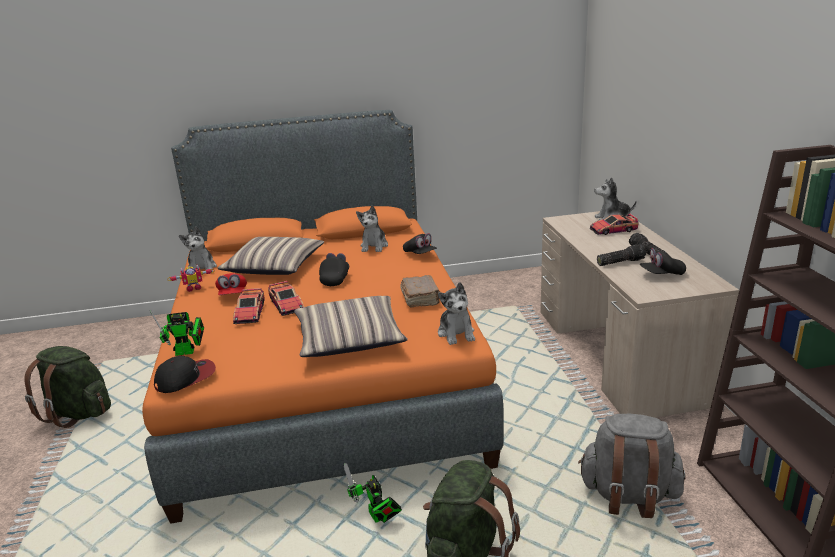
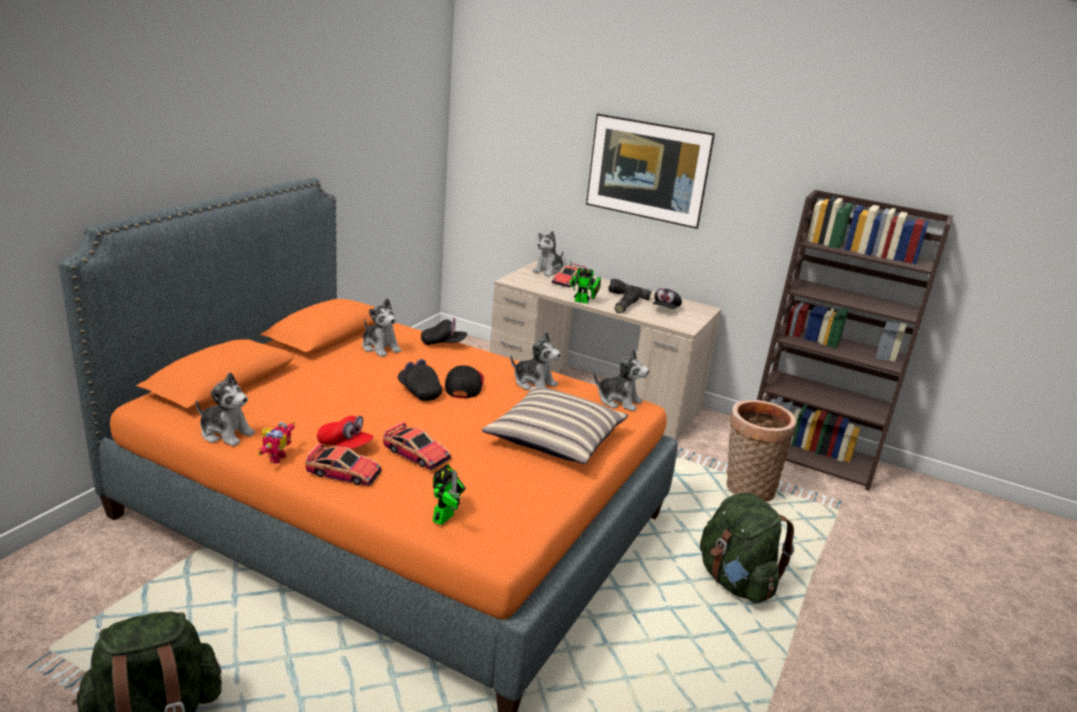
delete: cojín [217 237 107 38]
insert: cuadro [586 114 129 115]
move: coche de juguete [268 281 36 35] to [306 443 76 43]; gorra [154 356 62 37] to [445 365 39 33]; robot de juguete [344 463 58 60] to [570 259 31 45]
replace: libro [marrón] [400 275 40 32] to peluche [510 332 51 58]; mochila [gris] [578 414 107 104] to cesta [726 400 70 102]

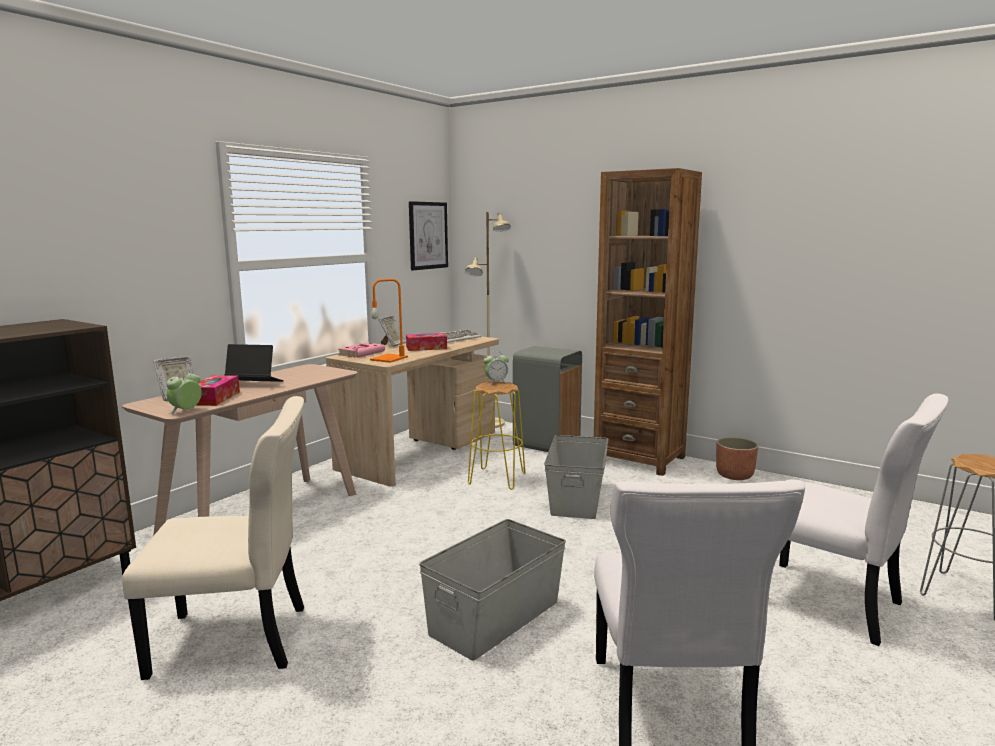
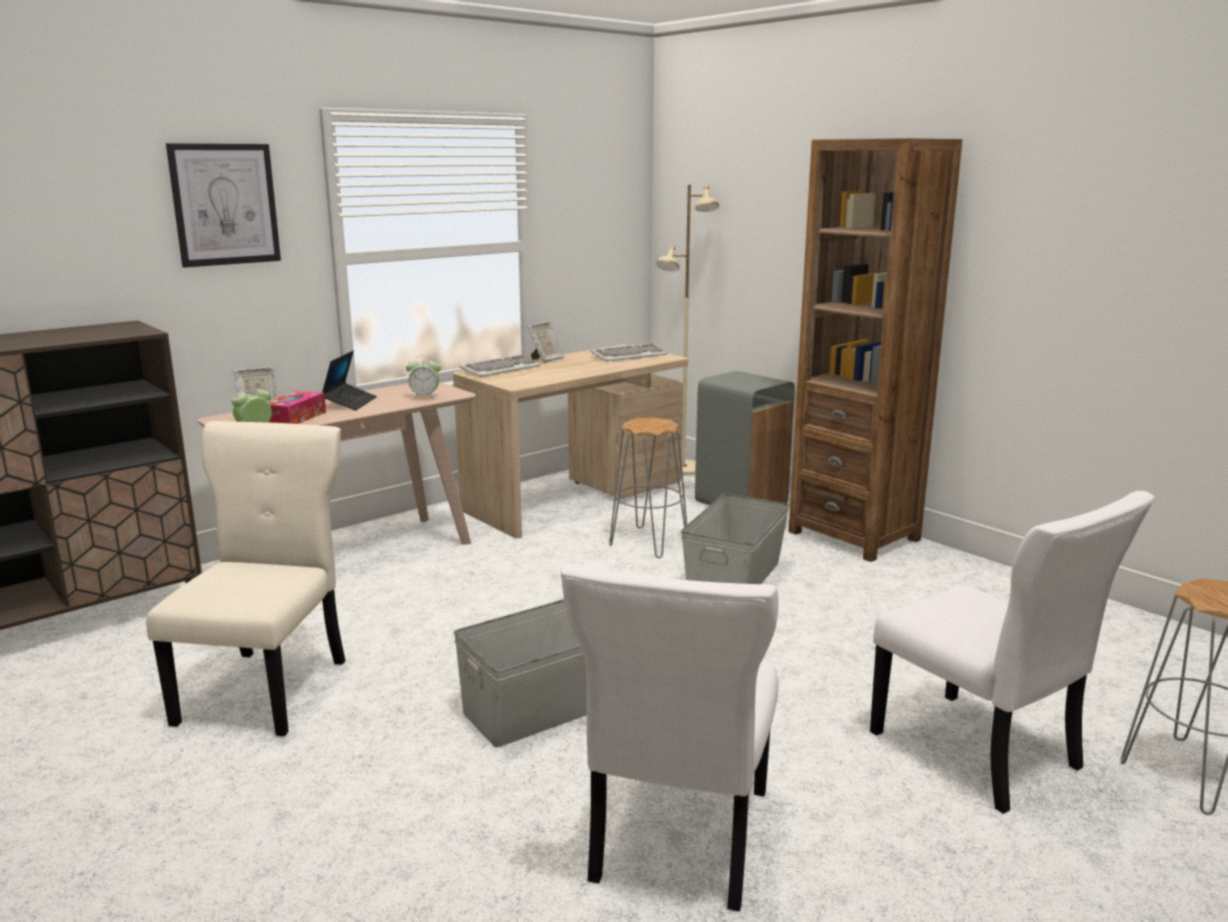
delete: lámpara de mesa [naranja] [370 279 38 84]; caja de pañuelos [406 333 41 18]; maceta [716 437 42 43]
move: cuadro [409 201 39 69] to [166 143 115 124]; despertador [484 351 25 34] to [406 355 35 45]
replace: libro [rosa] [338 342 47 16] to teclado [459 355 81 22]
recolor: taburete [amarillo] [468 381 57 109] to taburete [gris] [609 417 78 141]
rotate: portátil [225 344 59 38] = [322 351 55 59] 75 degrees clockwise; silla [beis] [122 396 182 284] = [146 421 199 315] 90 degrees counterclockwise

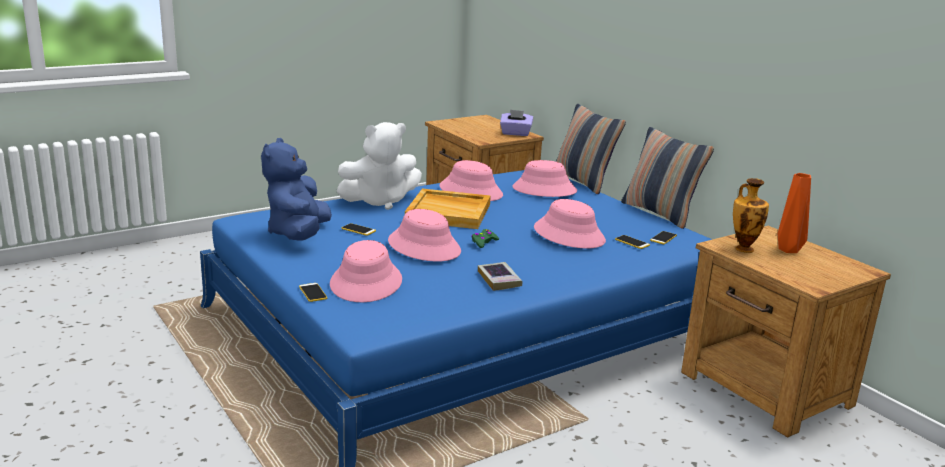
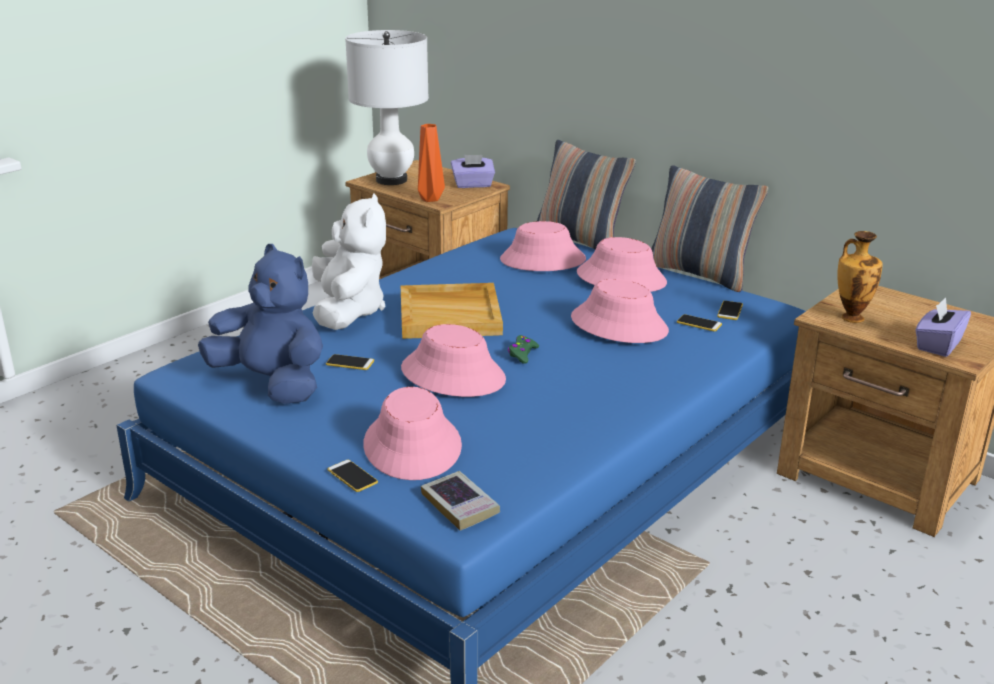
insert: lámpara de mesa [blanco] [345 30 84 155]; caja de pañuelos [morado] [915 297 56 60]
move: sombrero [rosa] [439 160 64 41] to [577 237 90 55]; florero [naranja] [778 173 33 80] to [418 124 27 78]; libro [478 262 44 29] to [421 471 79 59]
rotate: peluche [blanco] [336 122 86 88] = [312 193 74 137] 60 degrees counterclockwise; peluche [azul] [261 138 71 103] = [198 244 125 160] 135 degrees clockwise

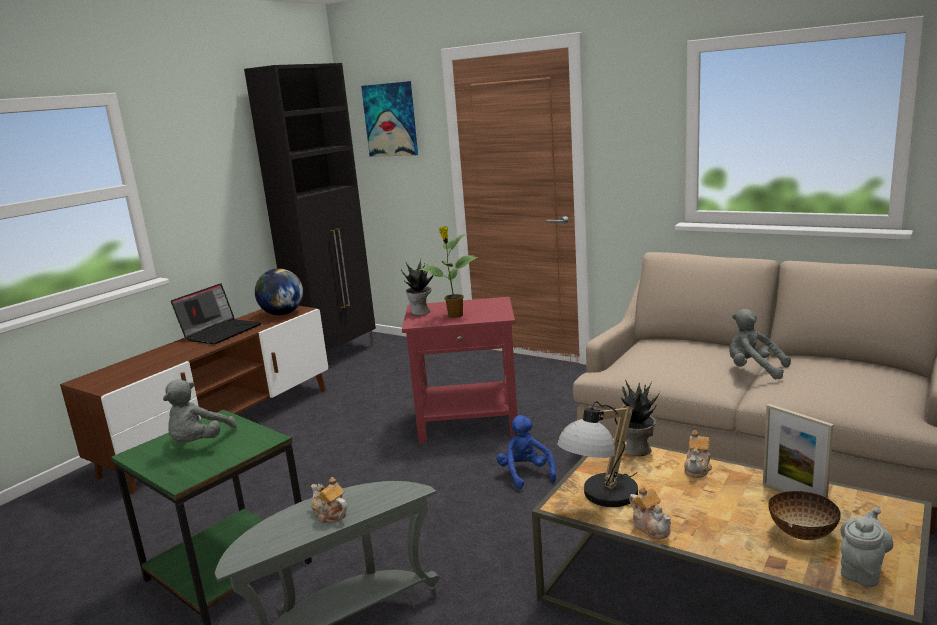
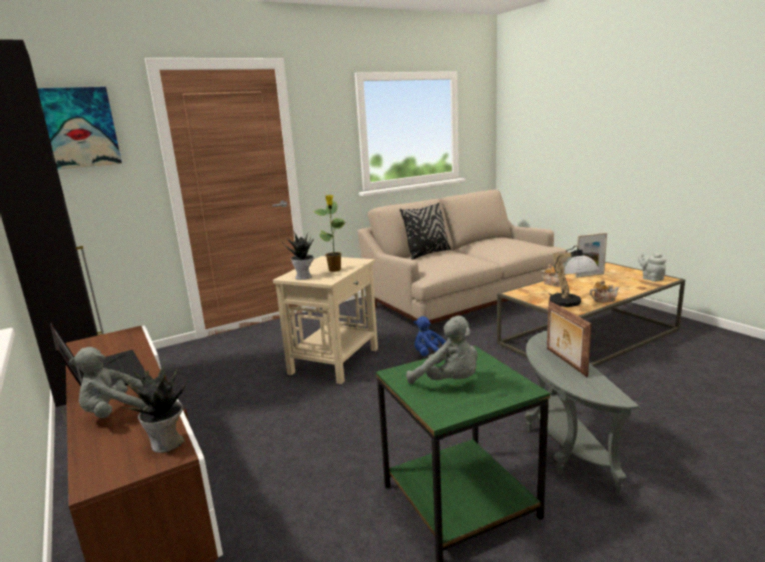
delete: globo terráqueo [255 268 48 47]; cuenco [769 491 72 49]
insert: cojín [negro] [400 203 51 57]
move: peluche [gris] [729 309 62 70] to [69 347 78 71]; planta en maceta [605 380 55 76] to [126 361 62 92]
replace: tetera [311 477 36 46] to portarretratos [547 301 45 76]
recolor: mesa auxiliar [rojo] [402 297 115 147] to mesa auxiliar [beis] [273 256 105 128]

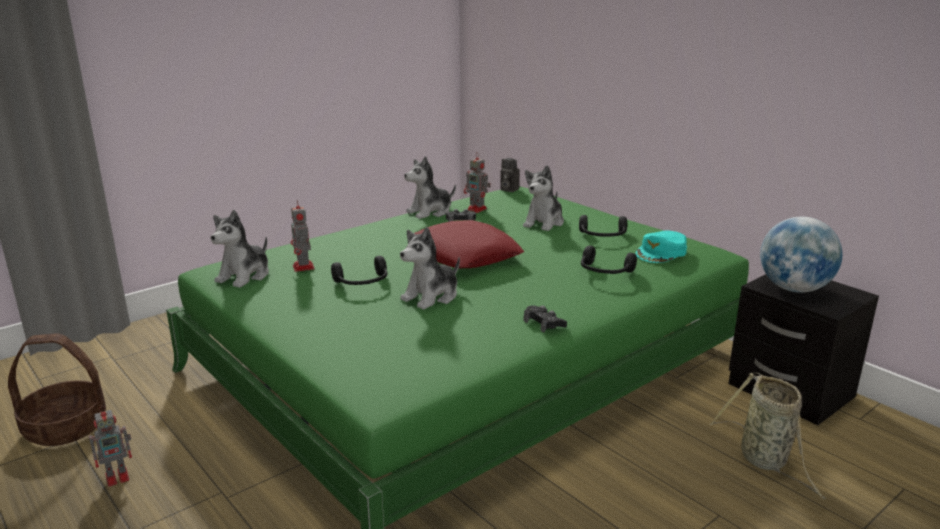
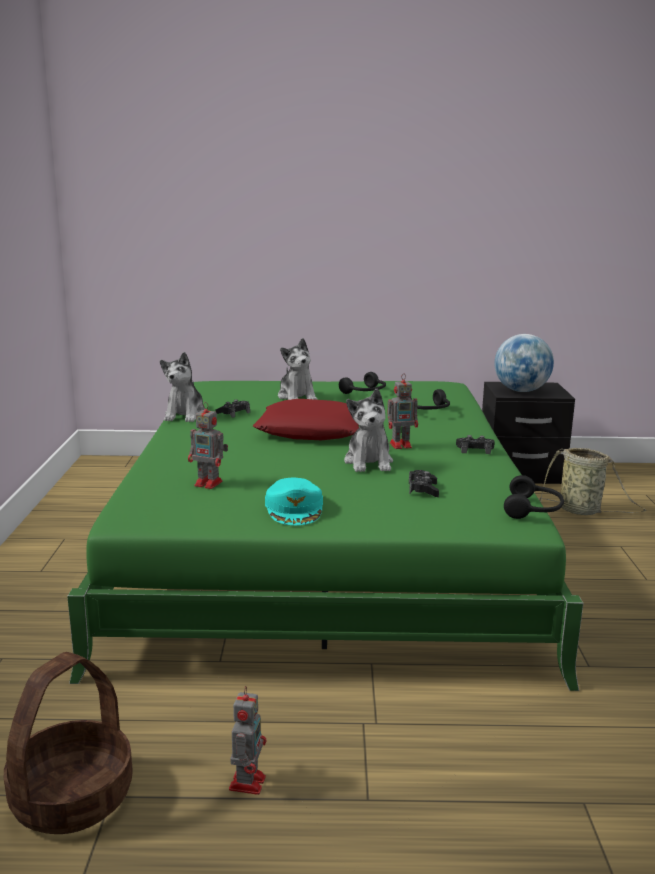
delete: cámara [500 158 20 34]; peluche [211 210 58 78]
insert: mando de consola [negro] [409 470 30 27]
move: robot de juguete [464 152 27 61] to [387 373 31 76]; gorra [turquesa] [636 231 51 32] to [265 478 58 48]; auriculares [negro] [331 256 56 29] to [504 475 60 44]

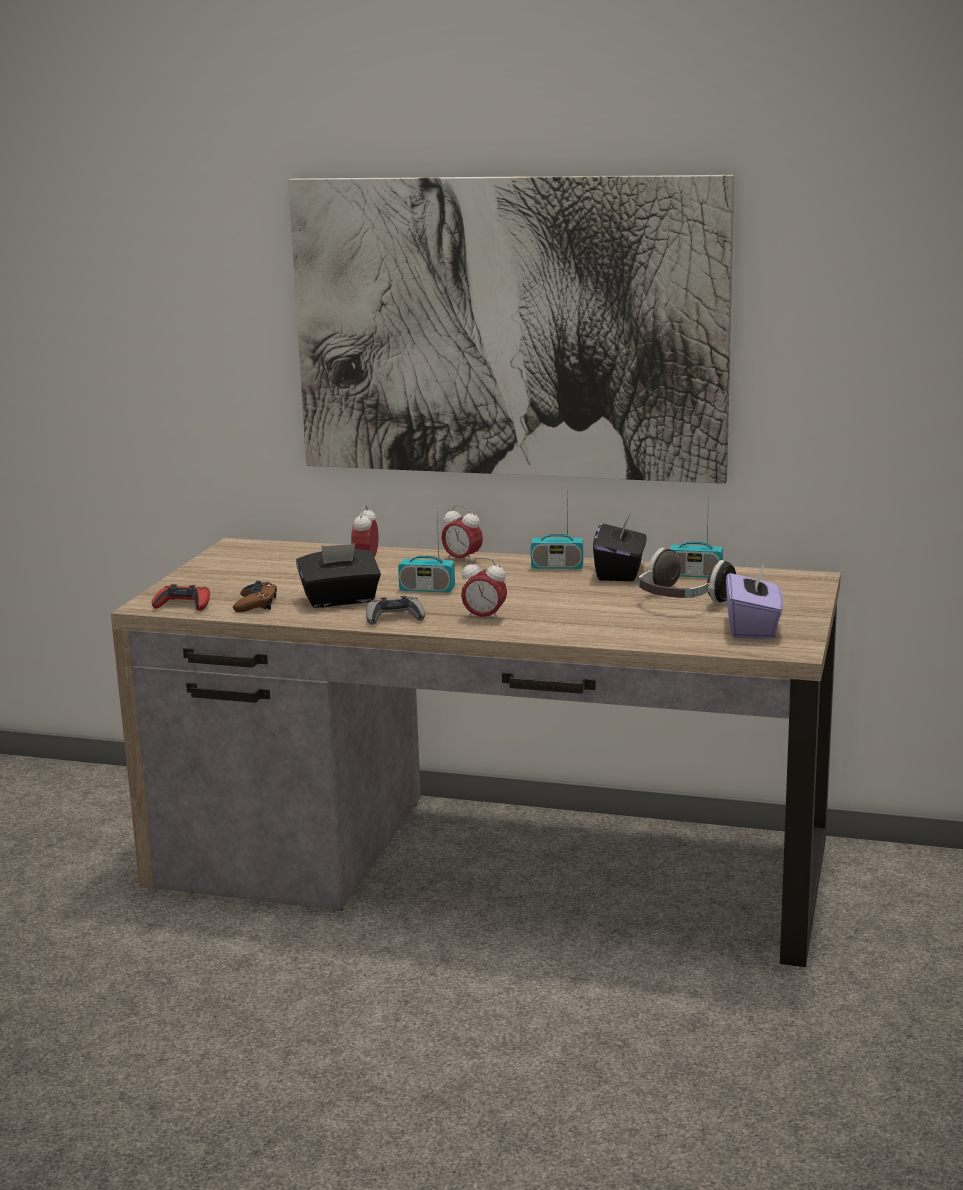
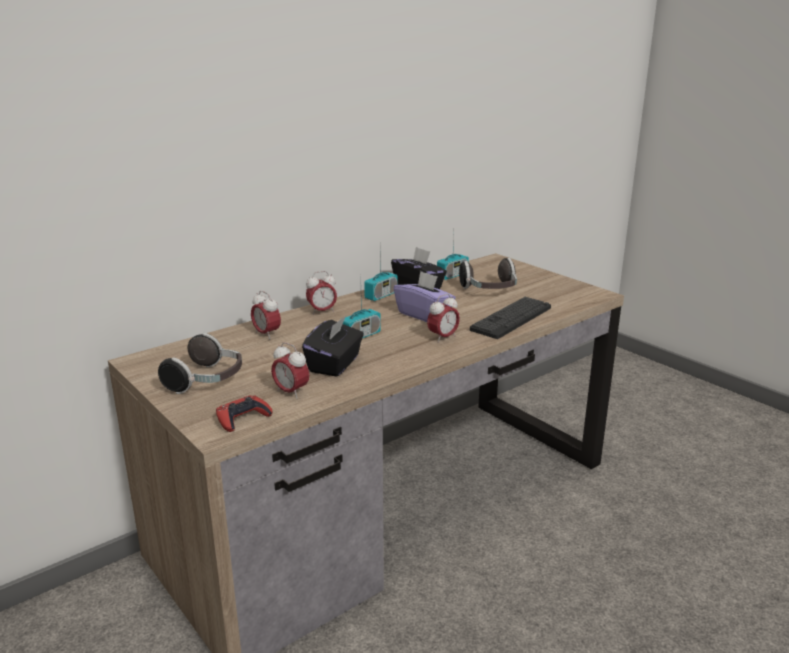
delete: cuadro [288 175 446 309]; mando de consola [gris] [366 596 59 29]
insert: teclado [470 297 81 42]; auriculares [158 333 84 61]
move: caja de pañuelos [morado] [726 563 57 76] to [394 271 62 51]
replace: mando de consola [marrón] [233 581 44 31] to despertador [271 342 38 57]

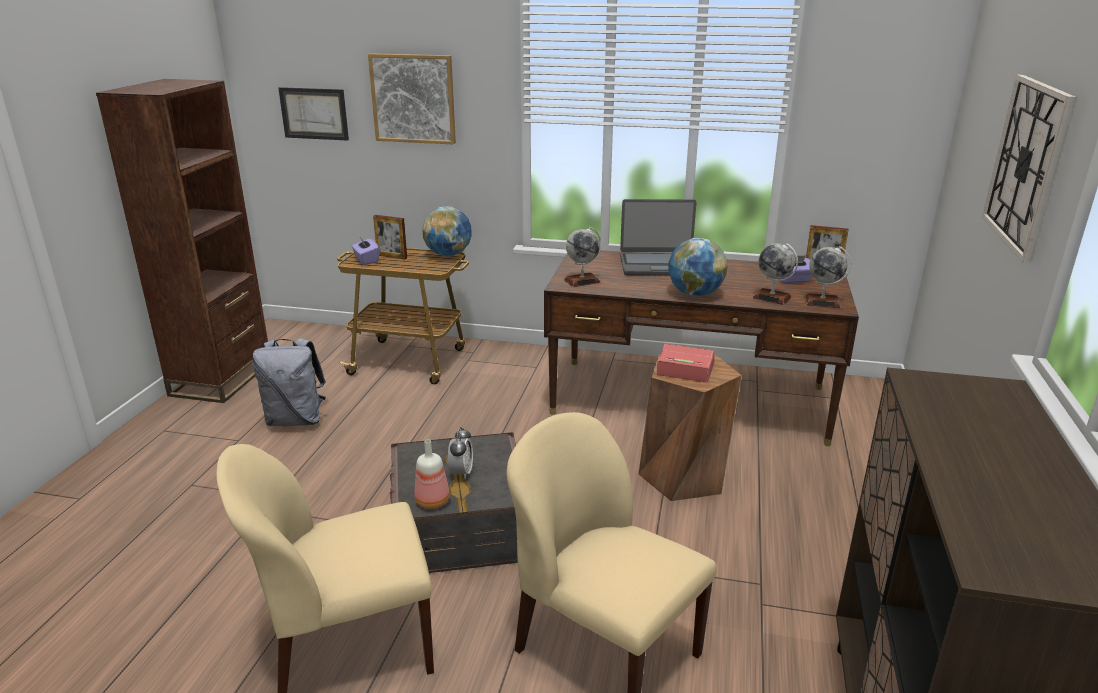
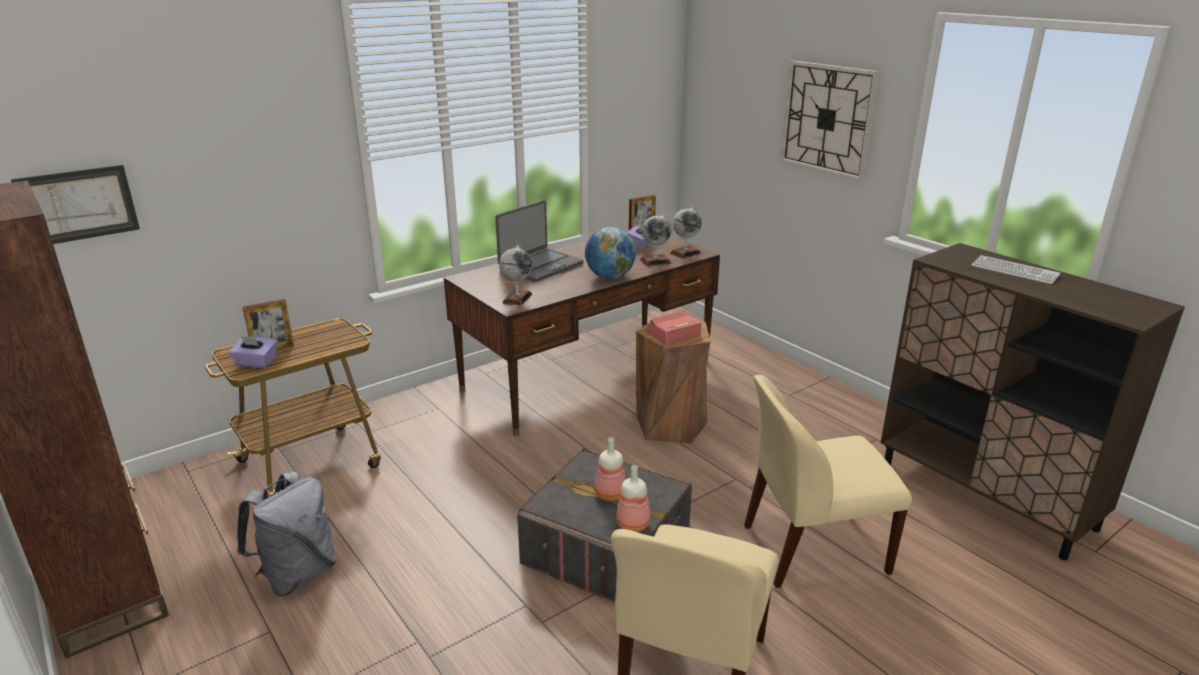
delete: cuadro [368 53 88 92]; globo terráqueo [422 206 50 50]
insert: teclado [971 255 90 29]
replace: despertador [448 427 25 52] to botella [594 437 32 64]

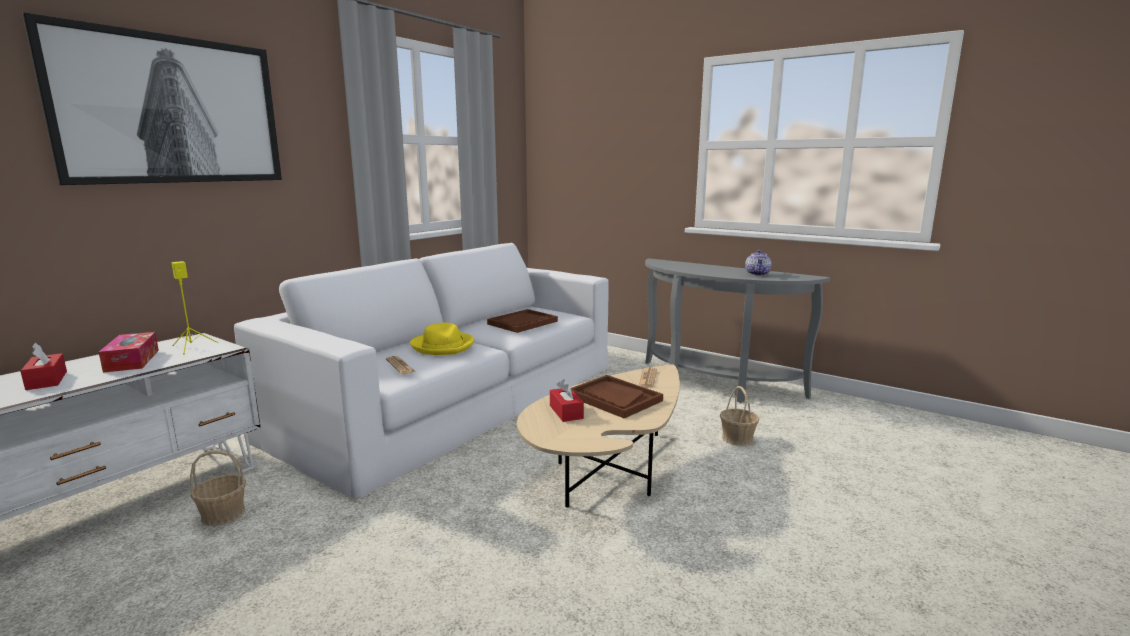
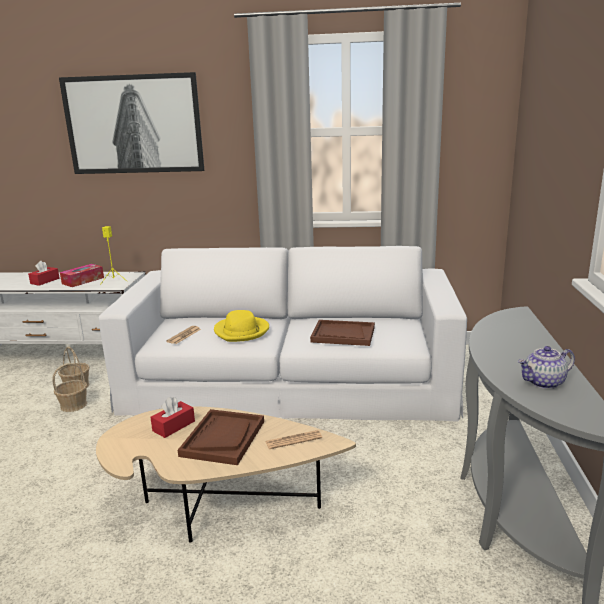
move: cesta [720 386 39 60] to [52 363 35 49]

